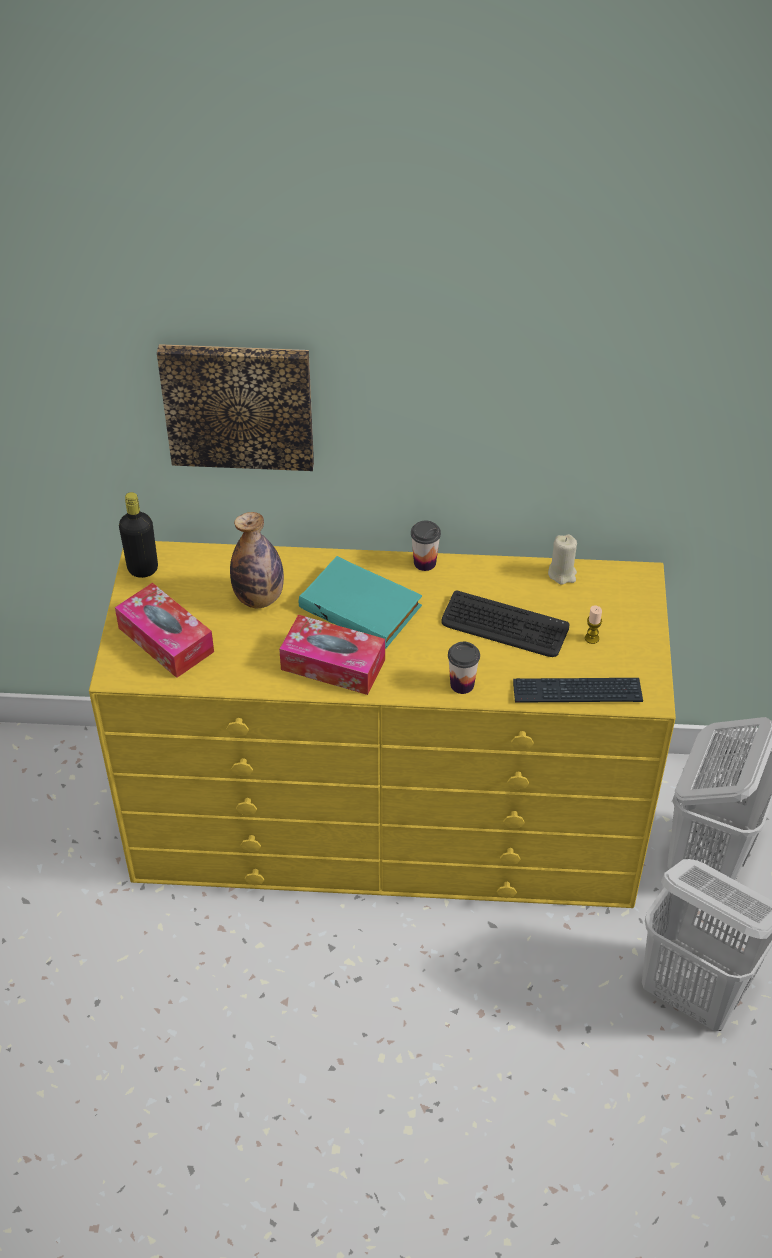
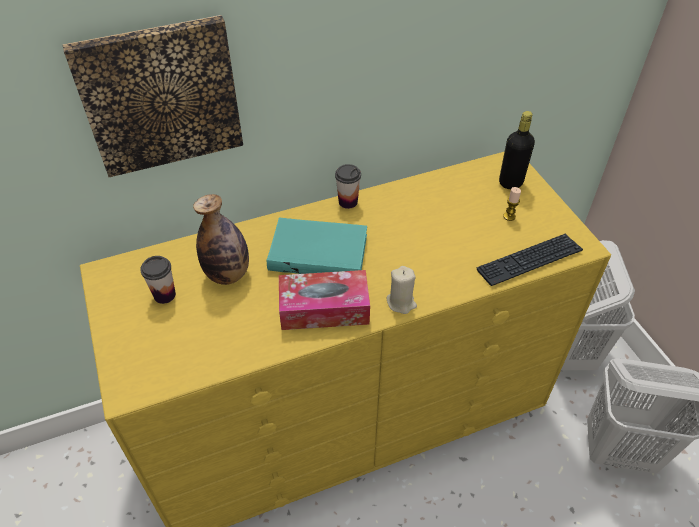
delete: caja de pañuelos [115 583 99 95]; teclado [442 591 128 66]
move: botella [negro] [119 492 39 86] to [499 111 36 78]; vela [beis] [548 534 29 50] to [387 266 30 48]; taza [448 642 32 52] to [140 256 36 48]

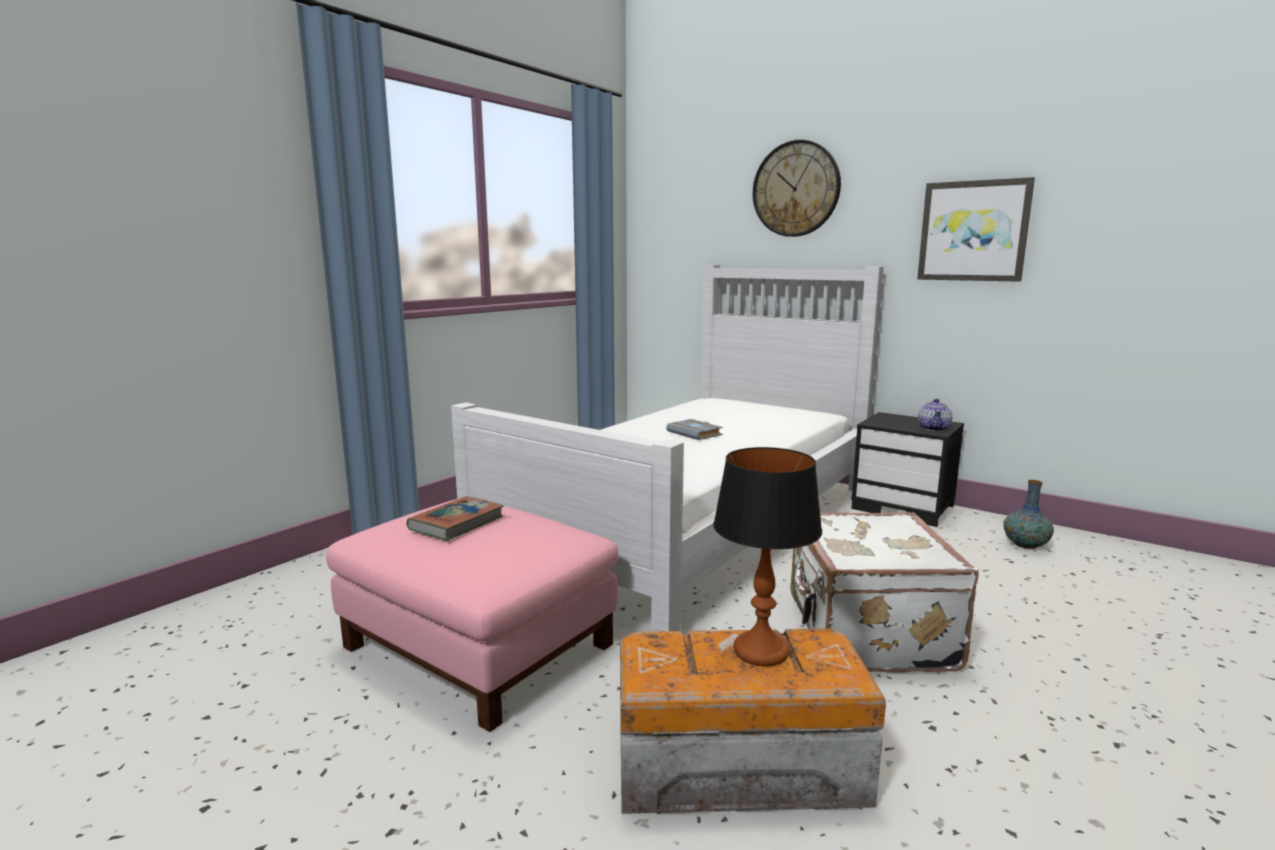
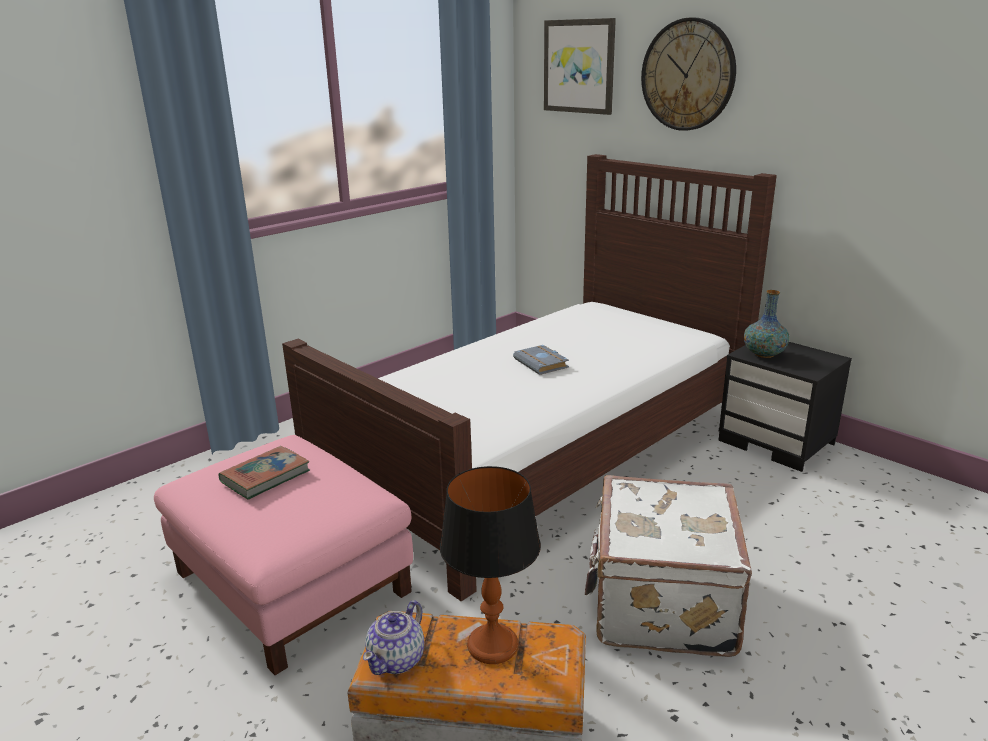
move: cuadro [917 177 118 105] to [544 18 72 97]; tetera [918 399 34 32] to [363 600 61 75]; florero [1003 480 51 69] to [744 290 46 68]
recolor: cama [blanco] [451 265 433 367] to cama [marrón] [282 154 495 447]

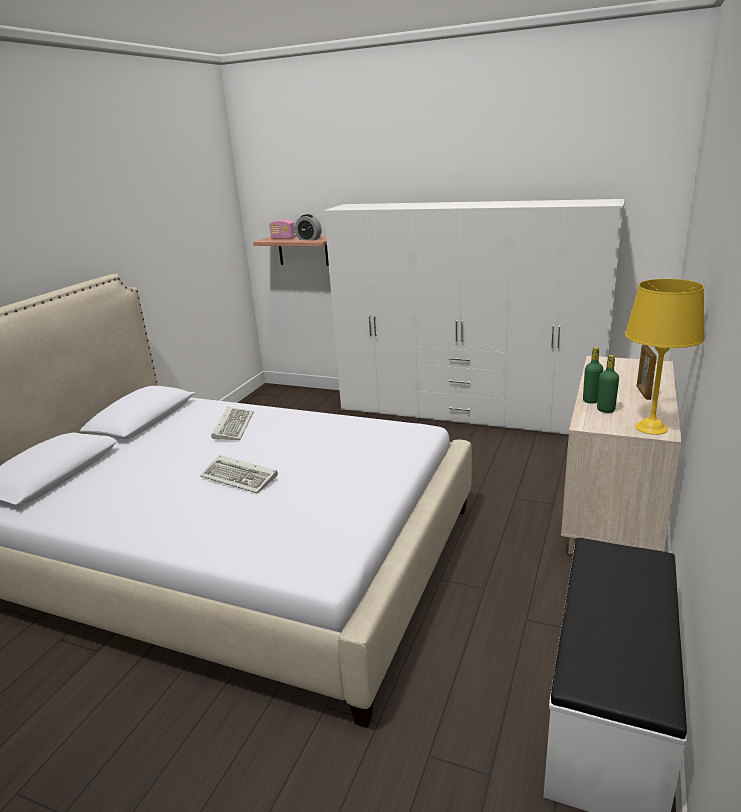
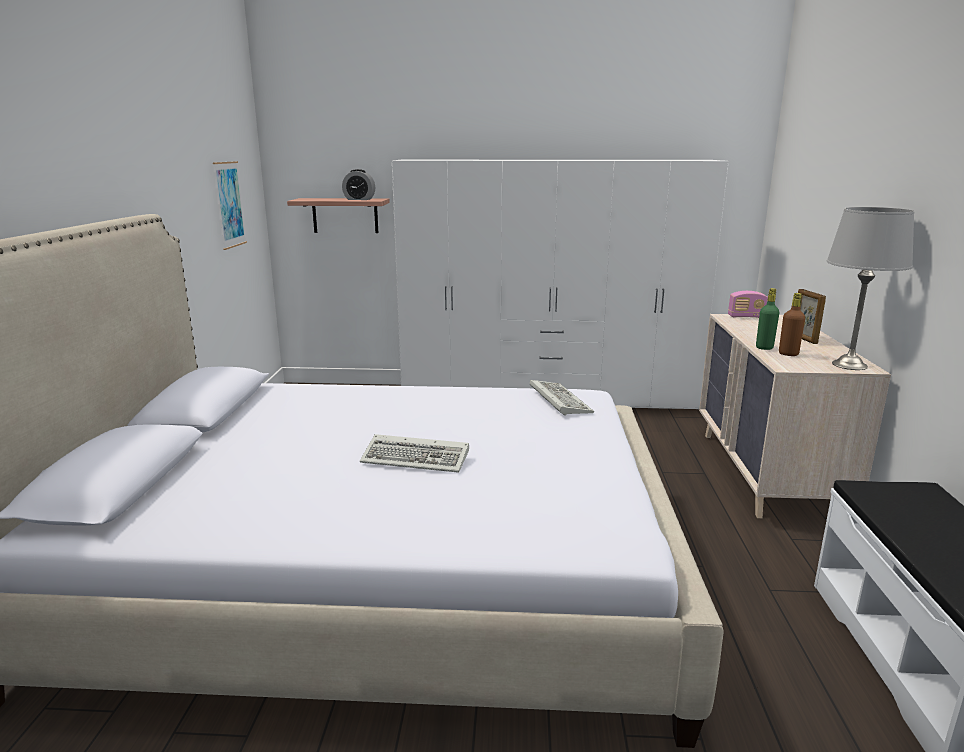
insert: cuadro [213 161 34 89]
move: radio [269 220 27 19] to [728 291 40 27]; teclado [211 407 43 34] to [530 380 64 36]
recolor: lámpara de mesa [amarillo] [625 279 80 156] to lámpara de mesa [gris] [826 207 89 163]; botella [verde] [597 355 22 58] to botella [marrón] [779 293 26 63]

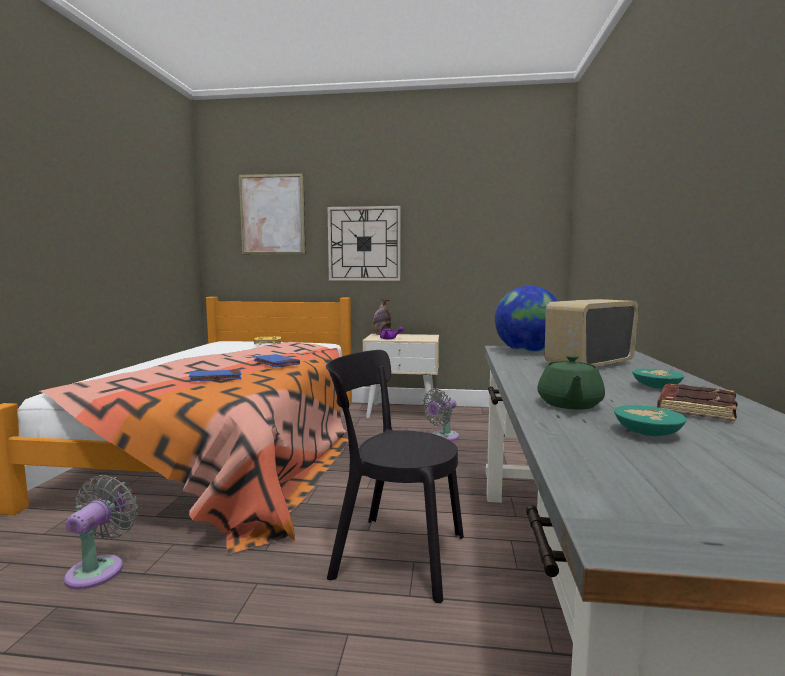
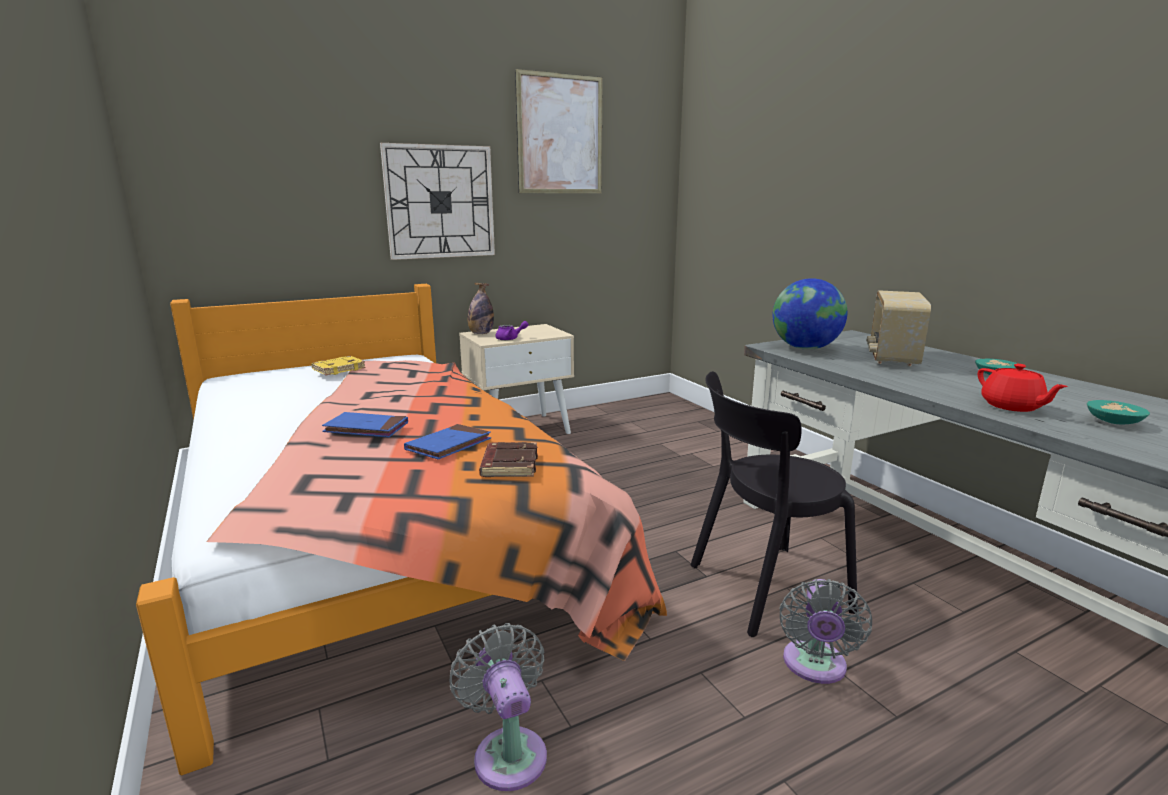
move: cuadro [239 173 67 82] to [515 69 88 124]; libro [azul] [253 354 47 13] to [322 412 86 26]; libro [marrón] [657 384 81 37] to [479 442 59 35]; ventilador [gris] [422 389 37 52] to [780 579 92 105]
recolor: tetera [verde] [537 355 68 55] to tetera [rojo] [978 364 90 48]

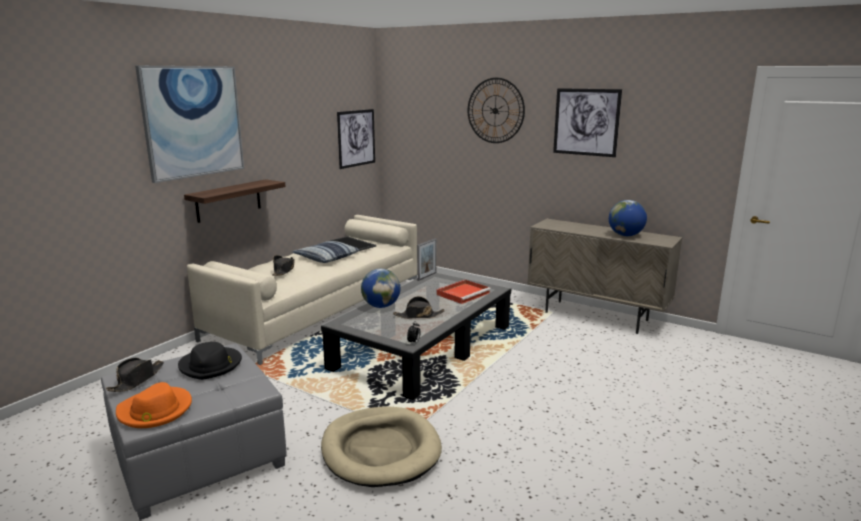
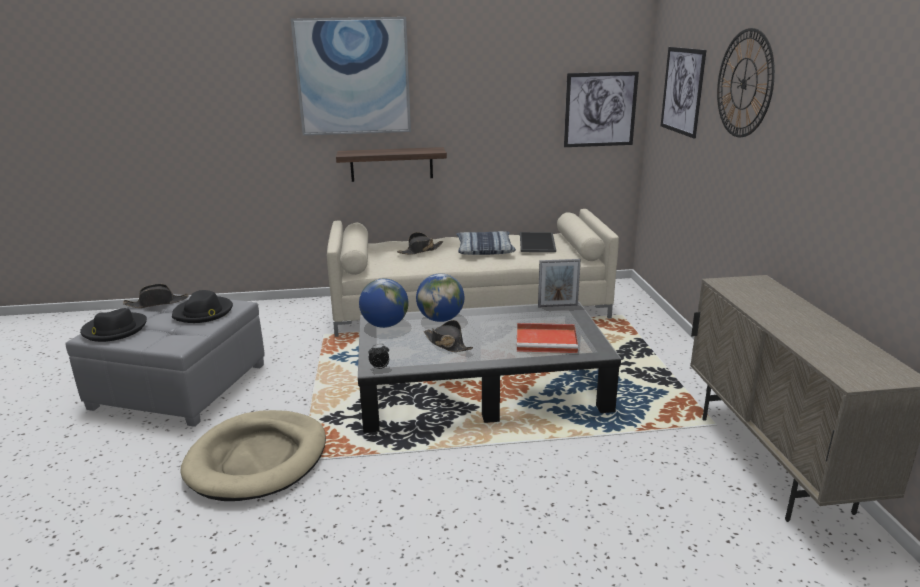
move: cuadro [553 88 69 69] to [661 47 45 92]; globo terráqueo [609 200 38 36] to [359 278 50 50]
recolor: sombrero [naranja] [116 382 76 46] to sombrero [negro] [80 308 67 34]

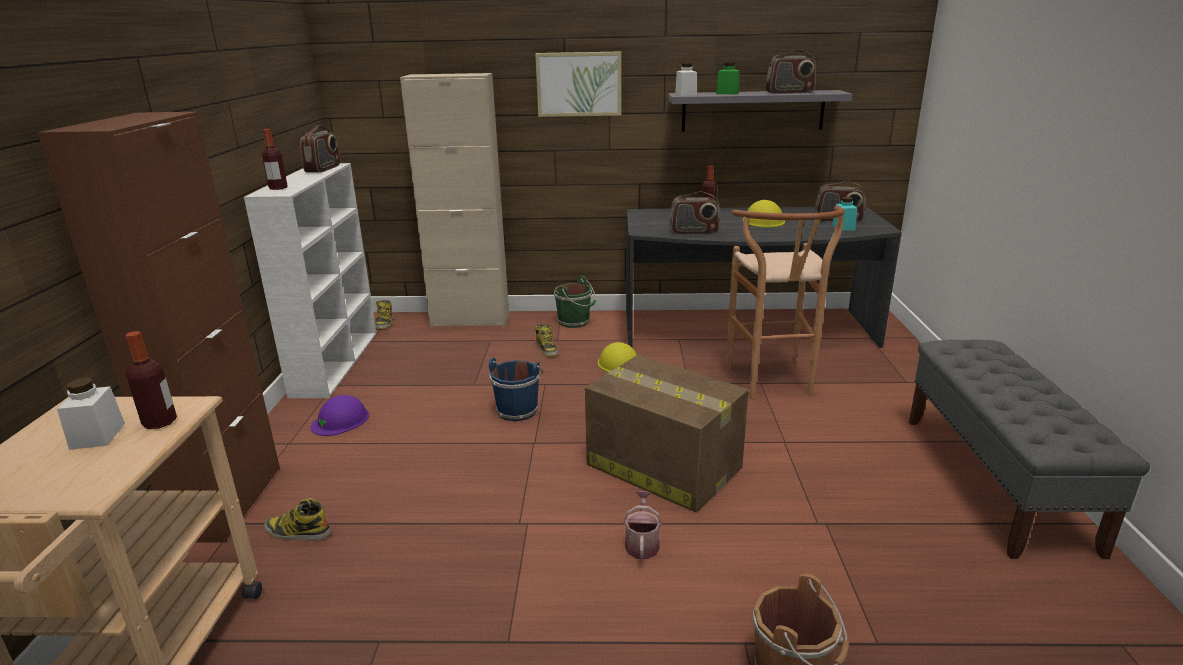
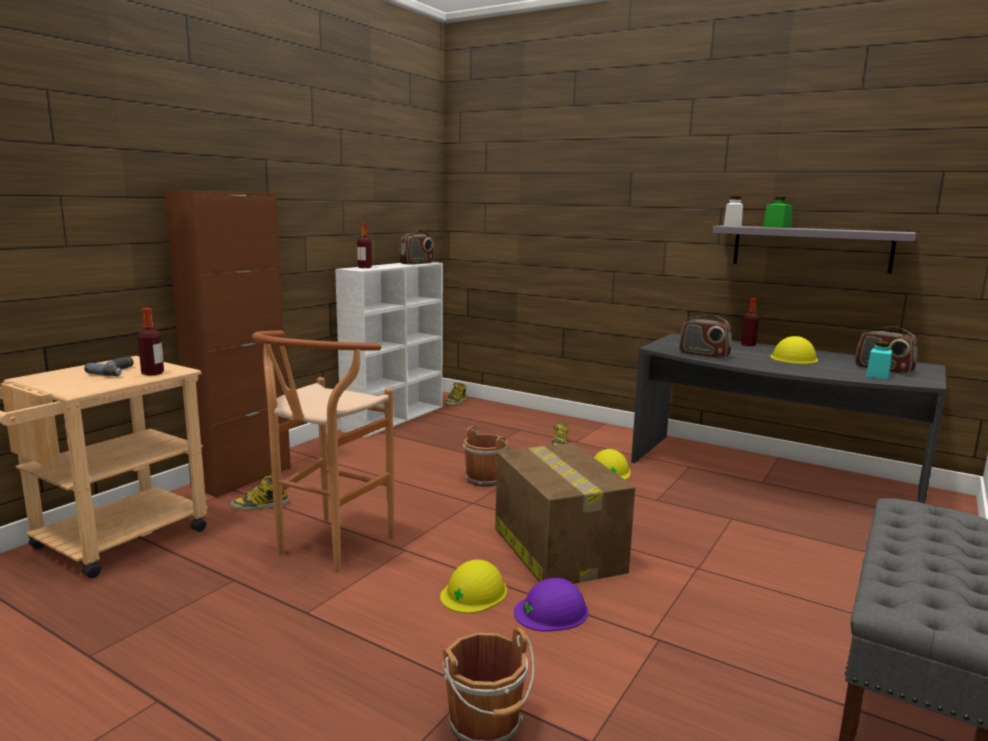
delete: radio [766 49 50 45]; cuadro [535 51 86 66]; armario [beis] [400 73 109 254]; cubo [verde] [554 275 42 53]
move: taburete [marrón] [727 206 118 193] to [252 331 142 241]; casco [morado] [311 395 58 41] to [514 578 75 54]
replace: tarro [blanco] [57 378 68 72] to taladro [84 357 50 19]; regadera [623 491 39 68] to casco [amarillo] [440 560 67 53]
recolor: cubo [azul] [489 358 54 63] to cubo [marrón] [462 426 49 61]
rotate: bota [264 498 67 43] = [231 476 57 34] 60 degrees counterclockwise

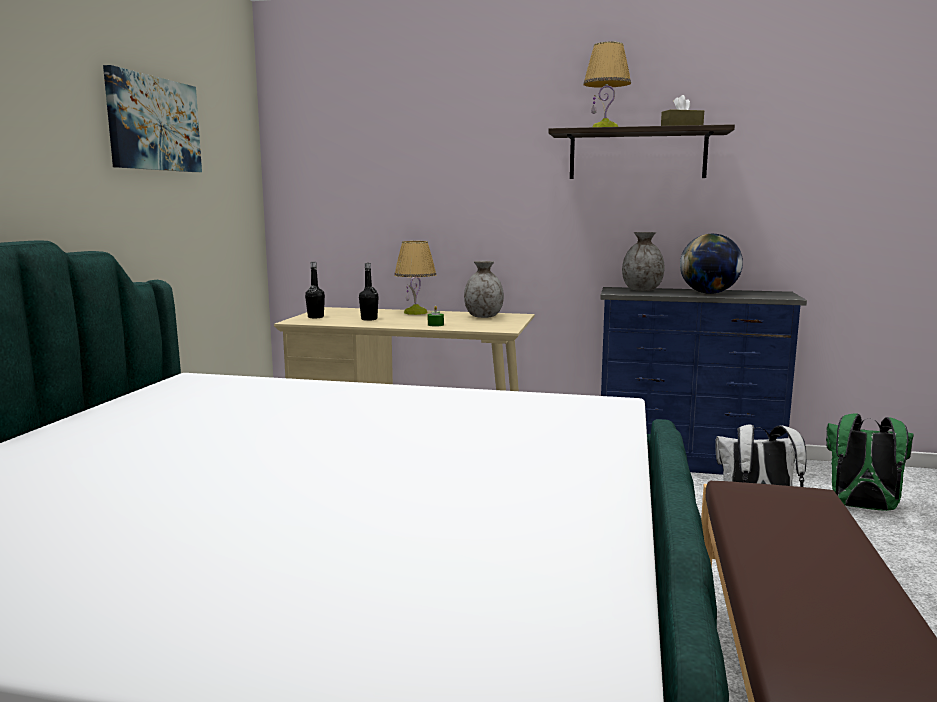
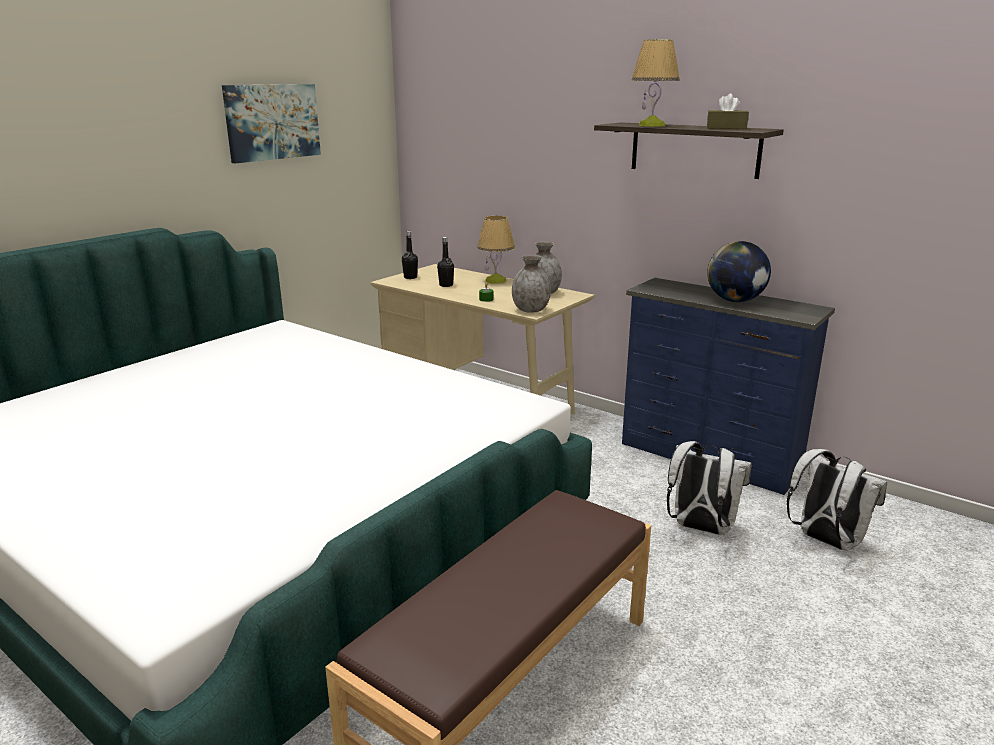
move: florero [gris] [622 232 43 59] to [512 255 39 58]
recolor: mochila [verde] [826 414 87 97] to mochila [blanco] [787 449 100 102]

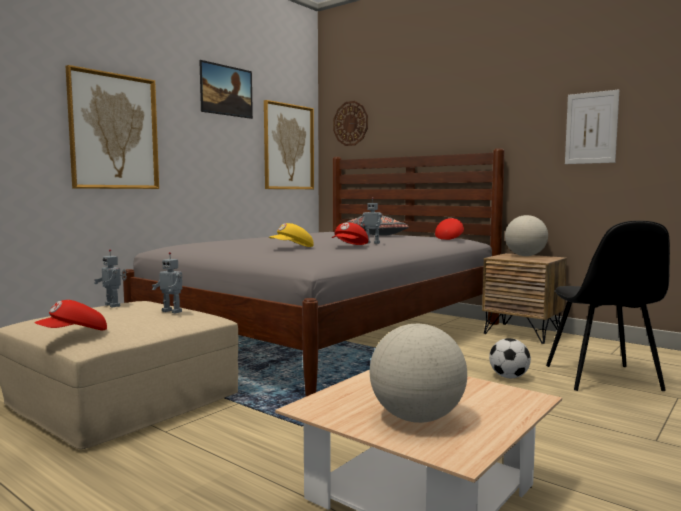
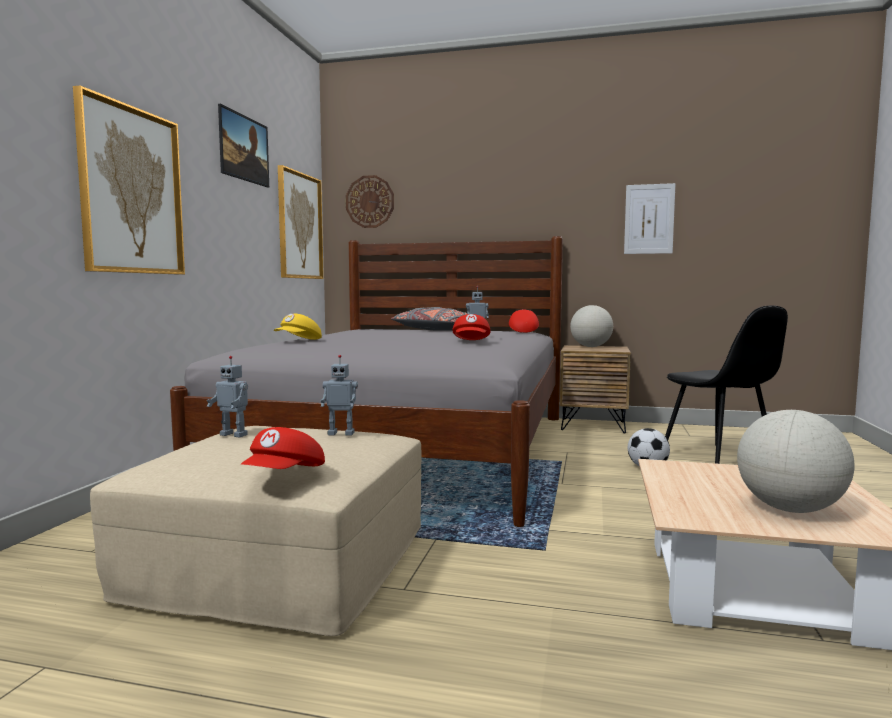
move: gorra [amarillo] [269 223 45 24] to [274 314 48 26]

